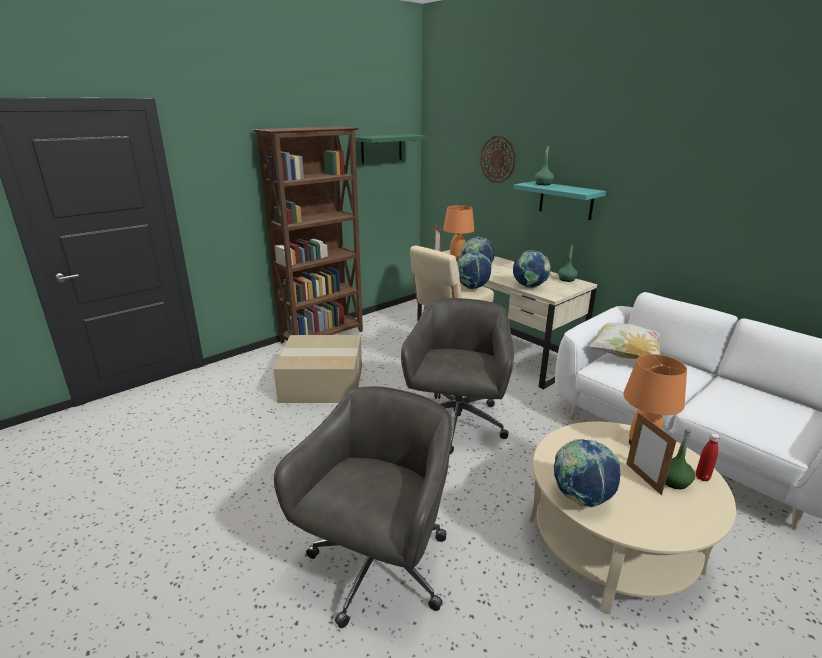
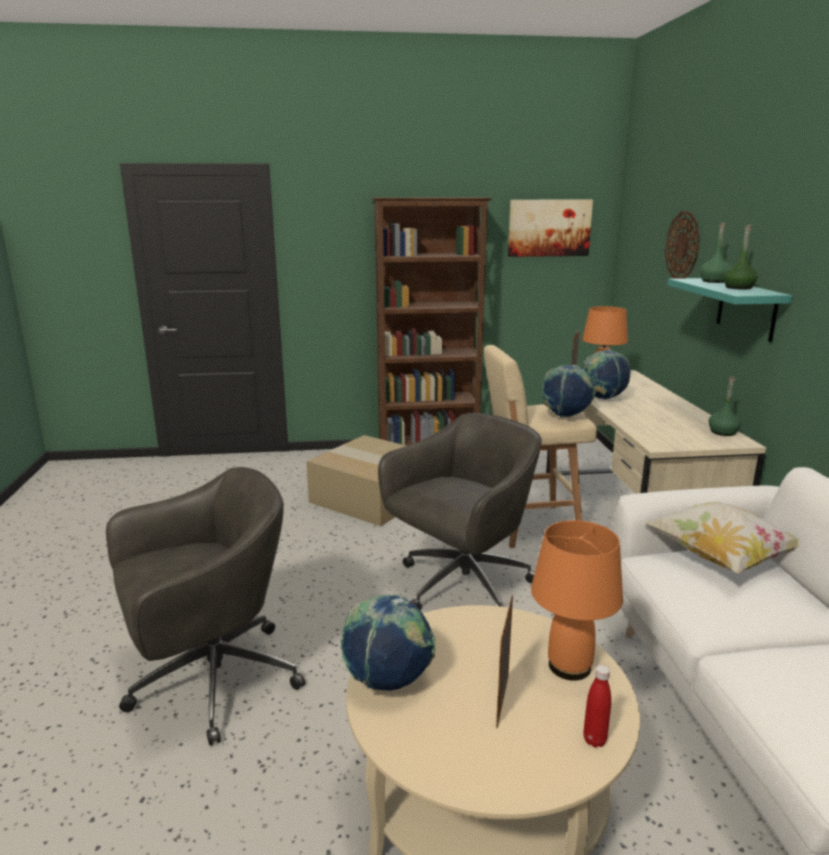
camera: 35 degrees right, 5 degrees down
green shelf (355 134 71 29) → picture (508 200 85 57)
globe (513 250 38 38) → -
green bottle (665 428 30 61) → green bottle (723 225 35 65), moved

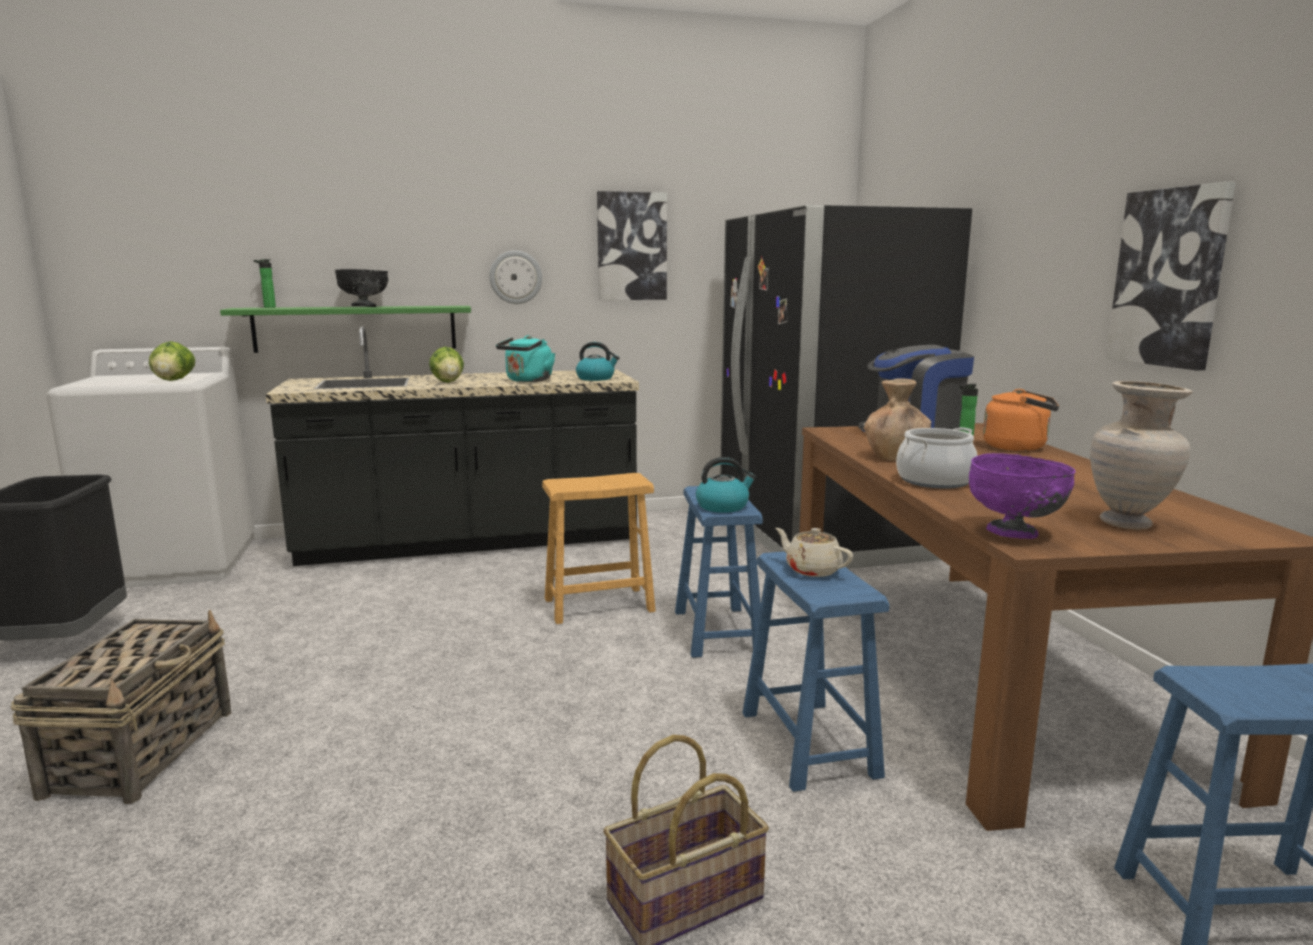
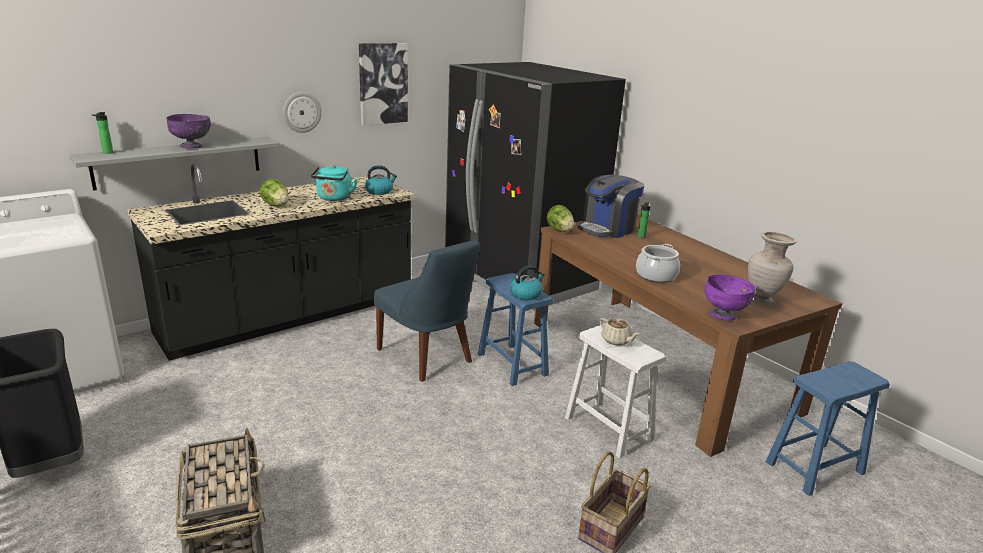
camera: 25 degrees left, 10 degrees up
lettuce (149 341 46 40) → lettuce (547 205 28 27), moved
green shelf (220 306 251 47) → grey shelf (69 137 211 54)
black bowl (335 269 53 38) → purple bowl (166 114 45 34)
brown stool (542 473 114 151) → blue chair (374 240 106 142)
blue stool (743 551 146 241) → white stool (565 323 102 135)
beige teapot (775 528 78 49) → beige teapot (599 318 41 28), 150 degrees counterclockwise
brown vase (864 378 67 82) → -
orange kettle (983 389 76 62) → -
picture (1106 182 130 188) → -

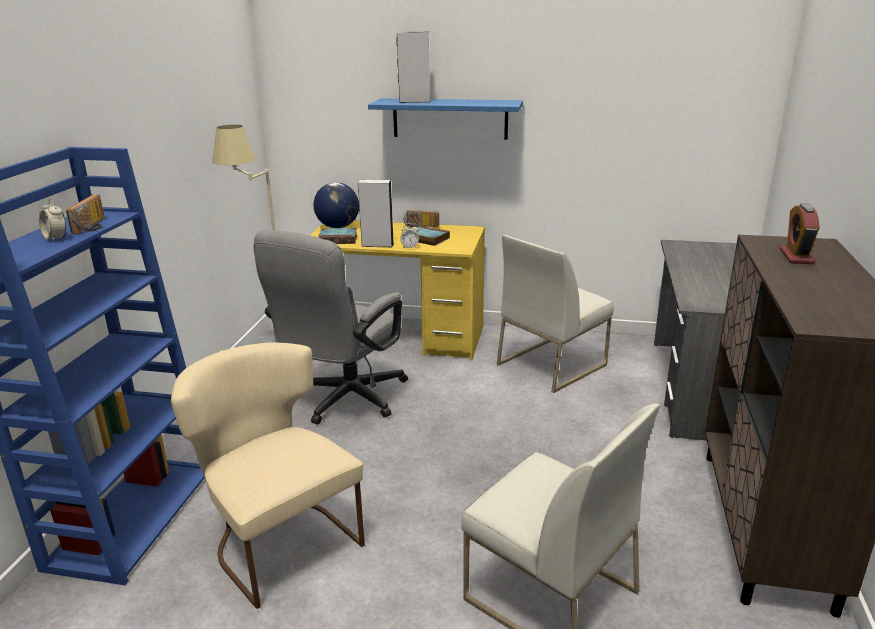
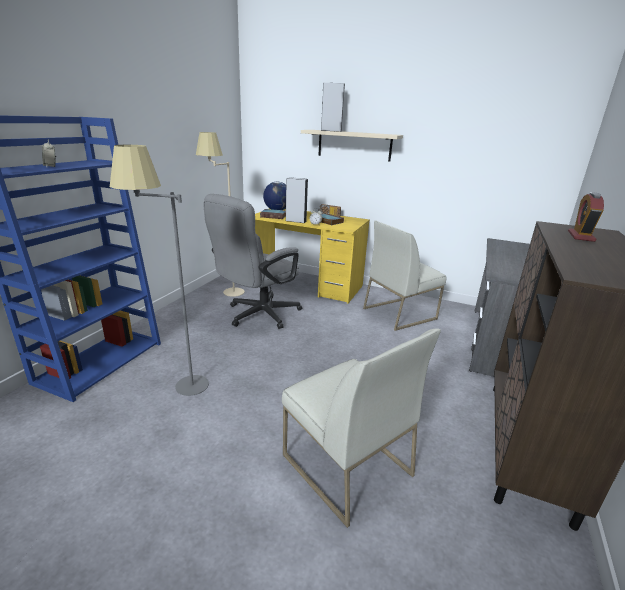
camera: 10 degrees right, 0 degrees up
radio (66 194 39 40) → -
beige chair (171 342 194 267) → grey floor lamp (110 145 99 251)
blue shelf (368 98 155 41) → beige shelf (301 130 102 32)

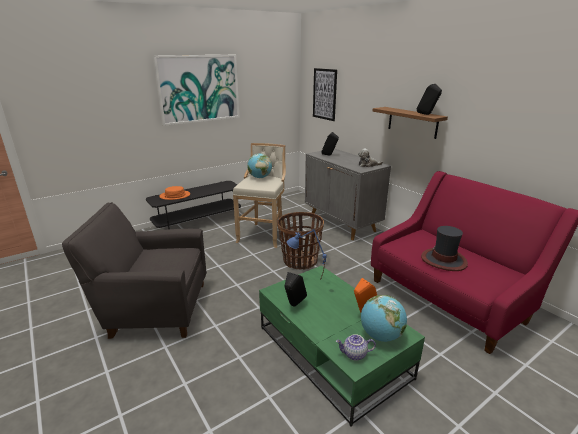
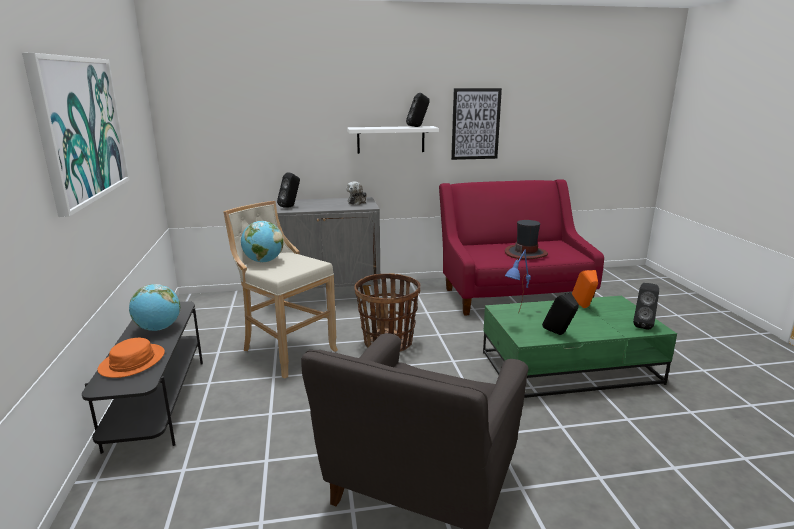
camera: 65 degrees left, 5 degrees down
picture (313 68 24 53) → picture (451 88 51 72), moved
teapot (336 334 40 27) → black speaker (633 283 26 47)
globe (361 295 46 47) → globe (129 284 51 47), moved
brown shelf (373 107 75 32) → white shelf (347 126 92 28)

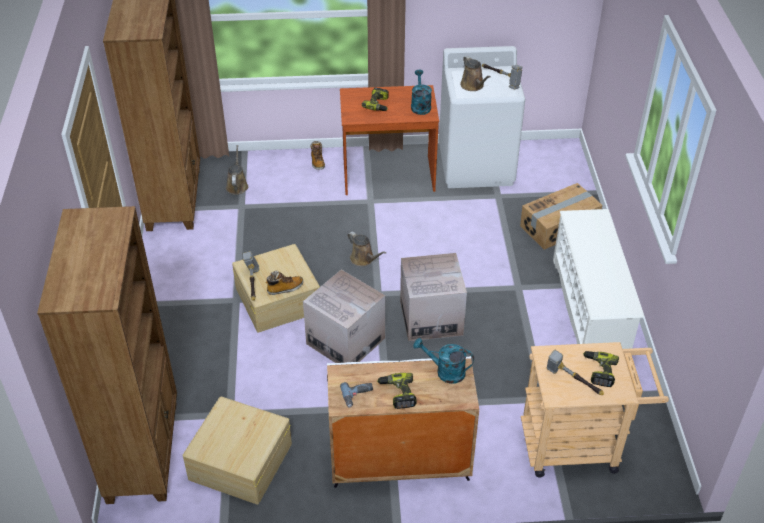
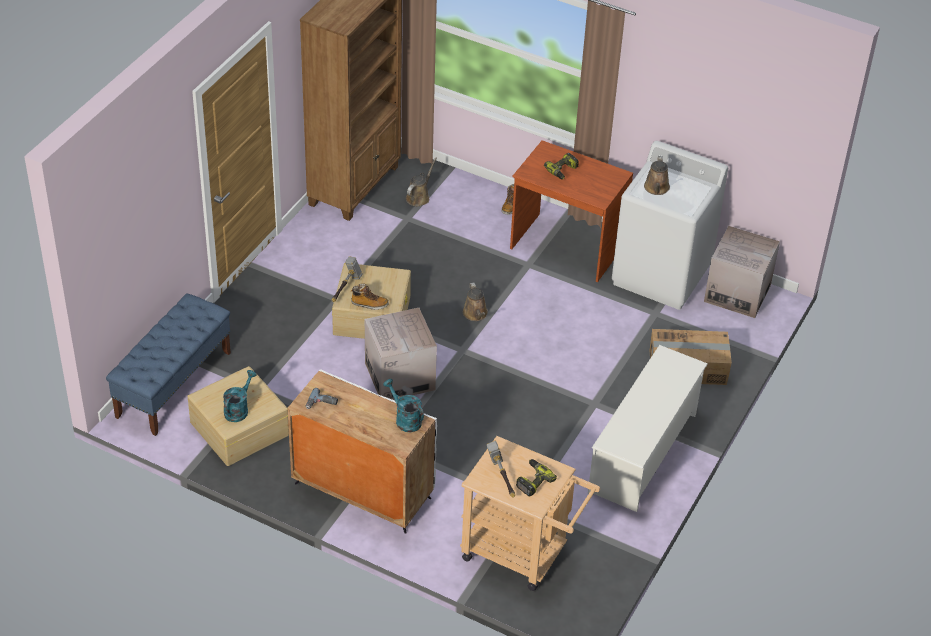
camera: 30 degrees right, 0 degrees up
brown bookcase (37 206 140 298) → blue bench (106 293 125 143)
power drill (377 373 40 36) → -
cardboard box (400 253 67 88) → cardboard box (704 226 76 92), moved
turquoise watering can (411 70 21 45) → turquoise watering can (223 370 34 52), moved
hammer (482 64 41 25) → -

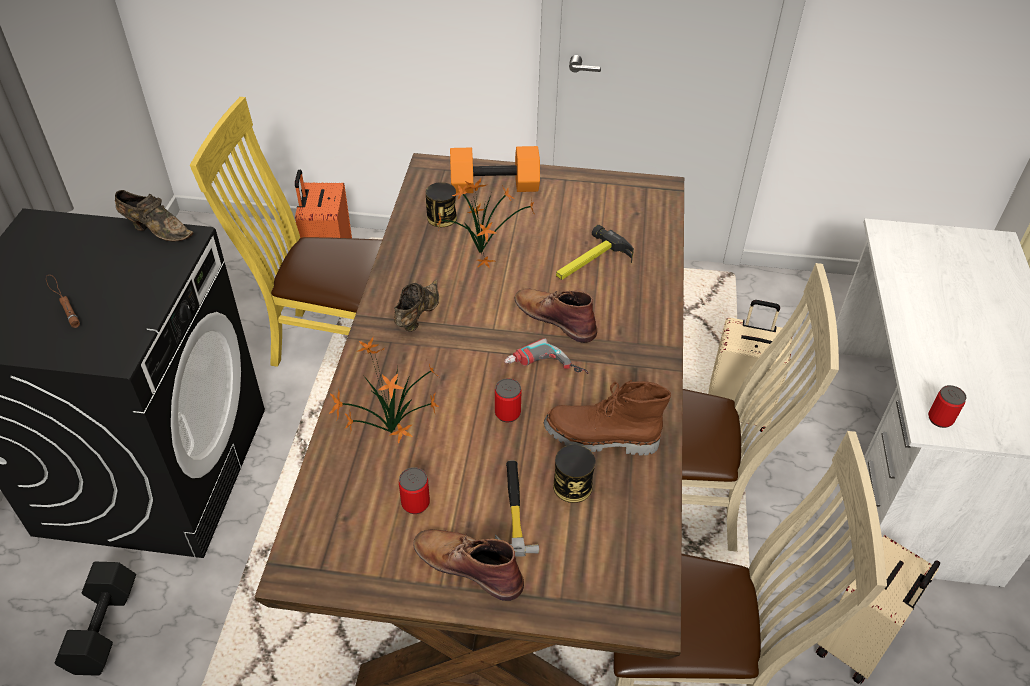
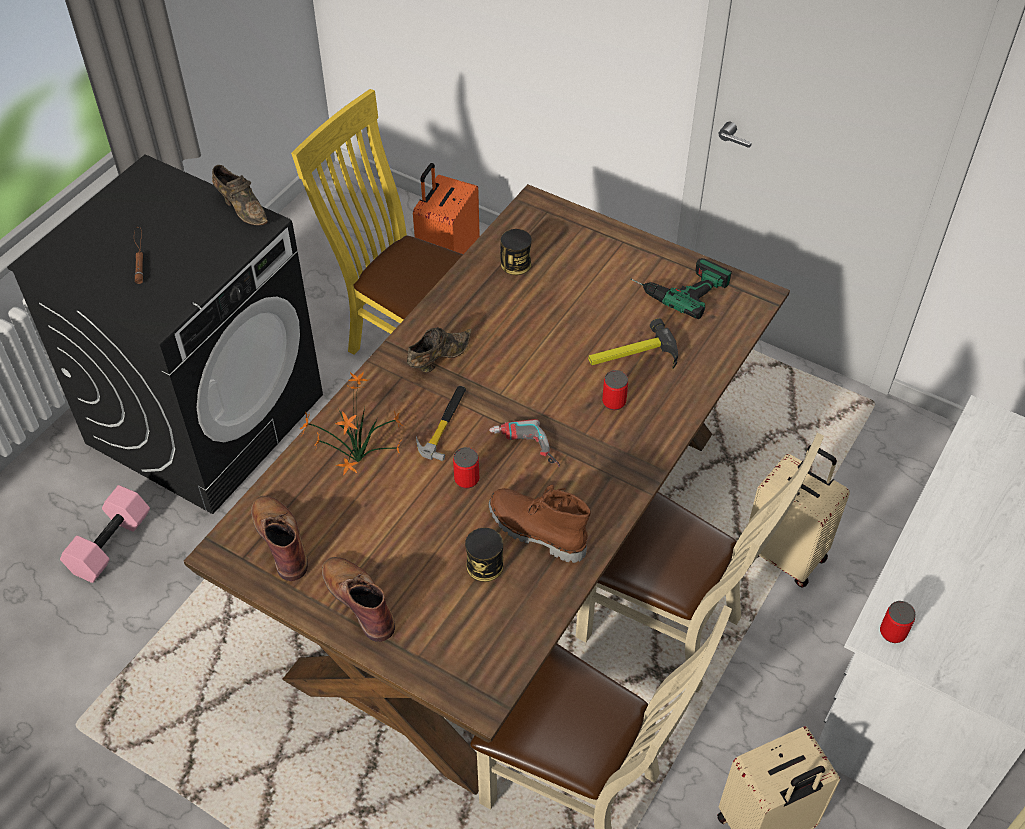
camera: 25 degrees right, 5 degrees up
black dumbbell (54 562 82 114) → pink dumbbell (60 485 90 98)
can (399 467 31 47) → can (602 370 26 40), moved
potted plant (437 178 97 91) → -
orange dumbbell (450 146 90 47) → -
hammer (495 460 44 97) → hammer (416 386 50 75), moved
brown boot (515 288 82 55) → brown boot (252 496 56 85), moved
- → power drill (631 258 101 61)

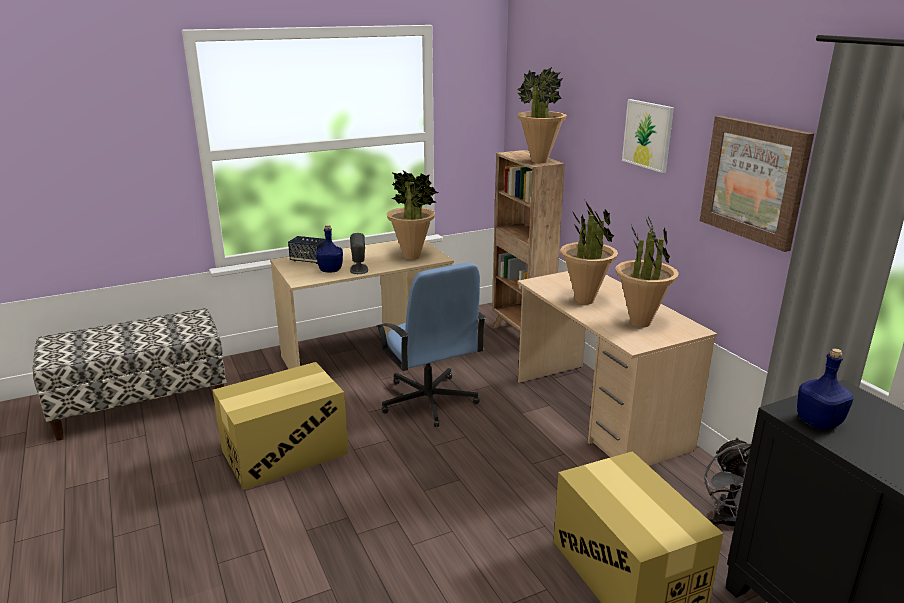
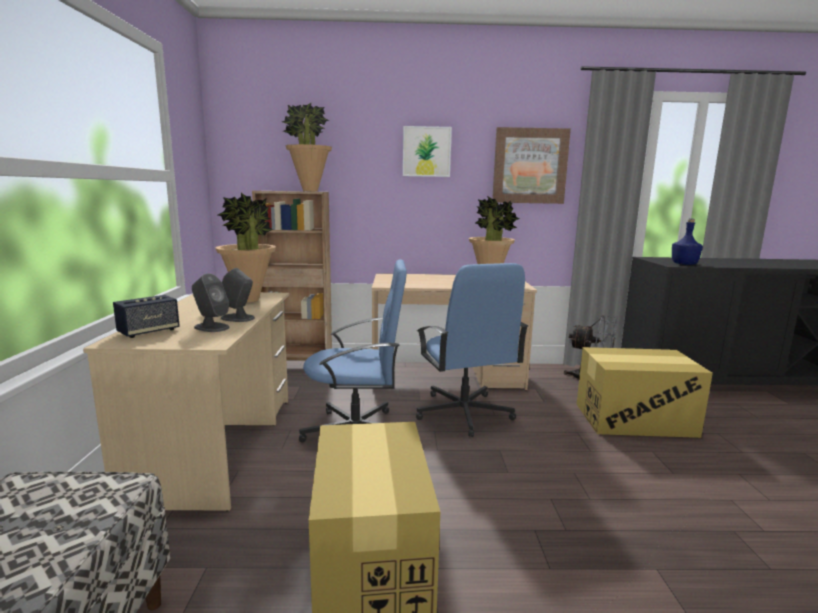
camera: 65 degrees left, 10 degrees down
blue bottle (316 225 27 47) → grey speaker (192 273 38 59)
potted plant (560 201 58 103) → -
- → blue office chair (416 263 112 174)

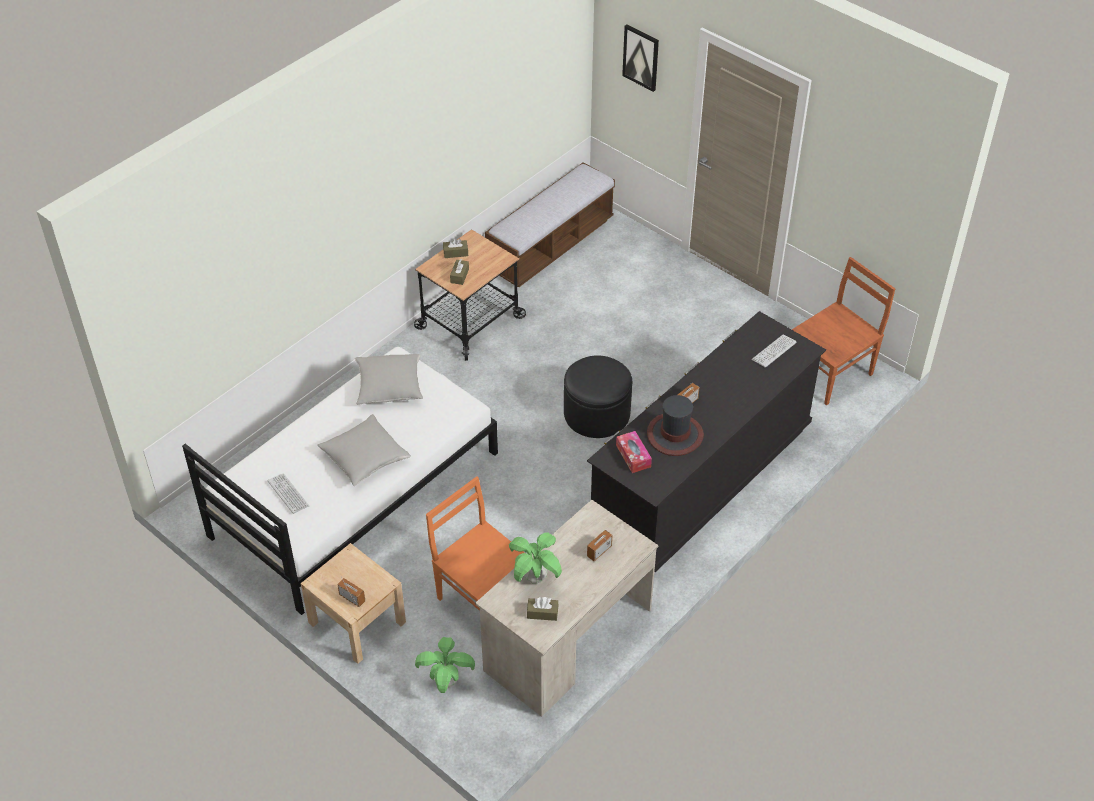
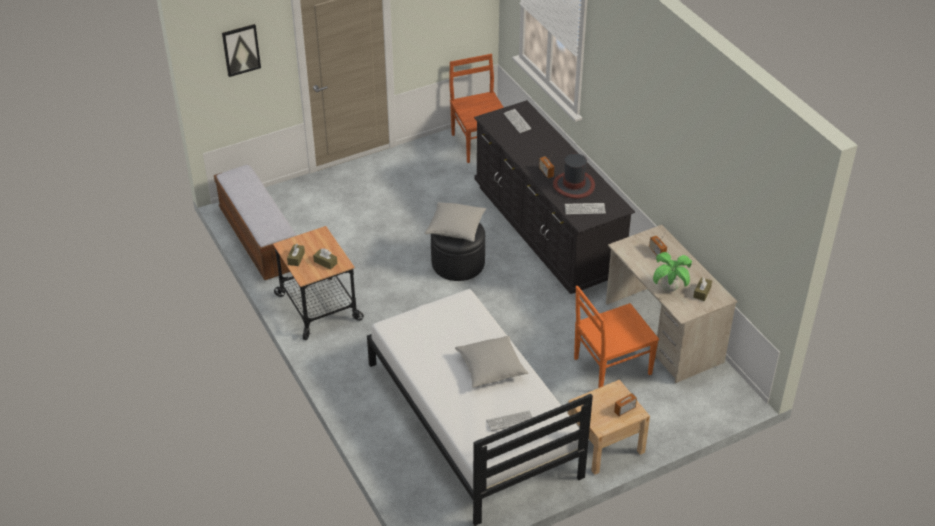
camera: 70 degrees left, 5 degrees down
grey pillow (355 354 68 51) → grey pillow (424 202 62 40), moved
potted plant (415 637 60 56) → -
tissue box (616 431 36 42) → keyboard (565 203 41 11)

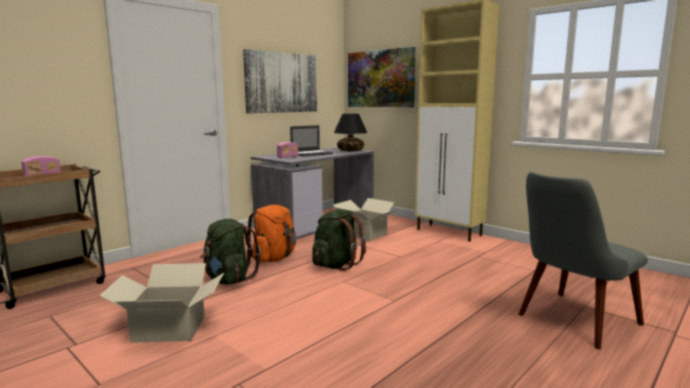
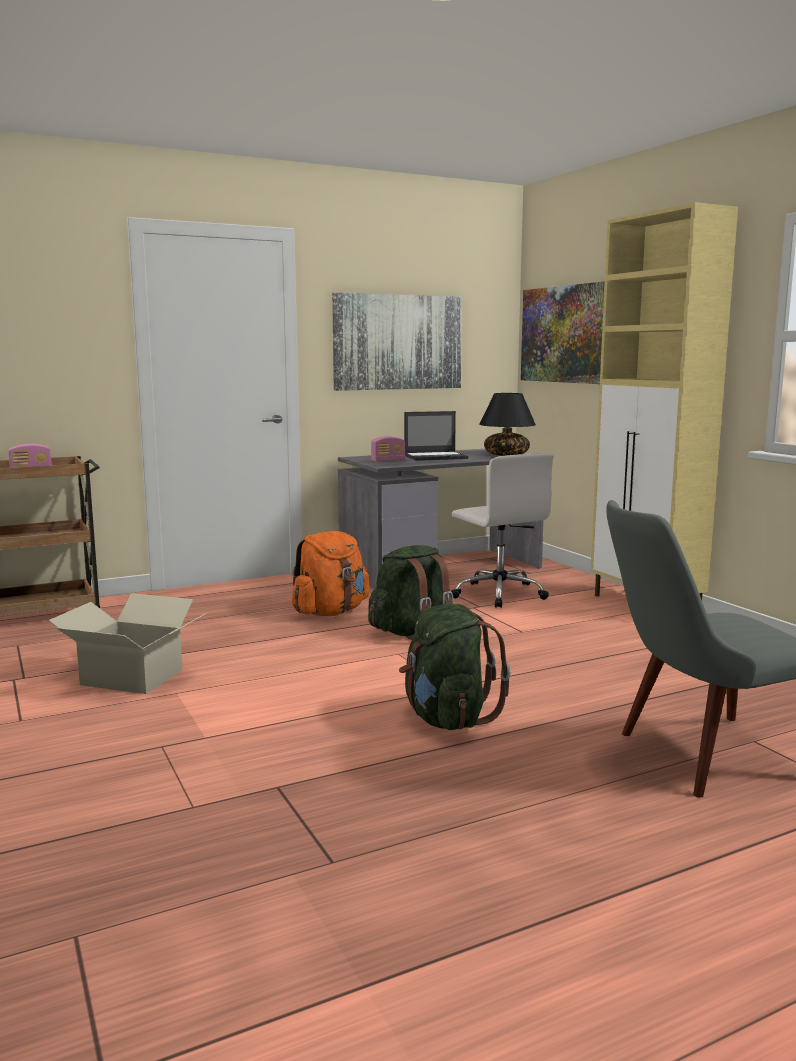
camera: 20 degrees right, 0 degrees up
green backpack (200 219 61 66) → green backpack (399 604 112 126), moved
cardboard box (333 198 65 43) → white office chair (451 453 102 155)

